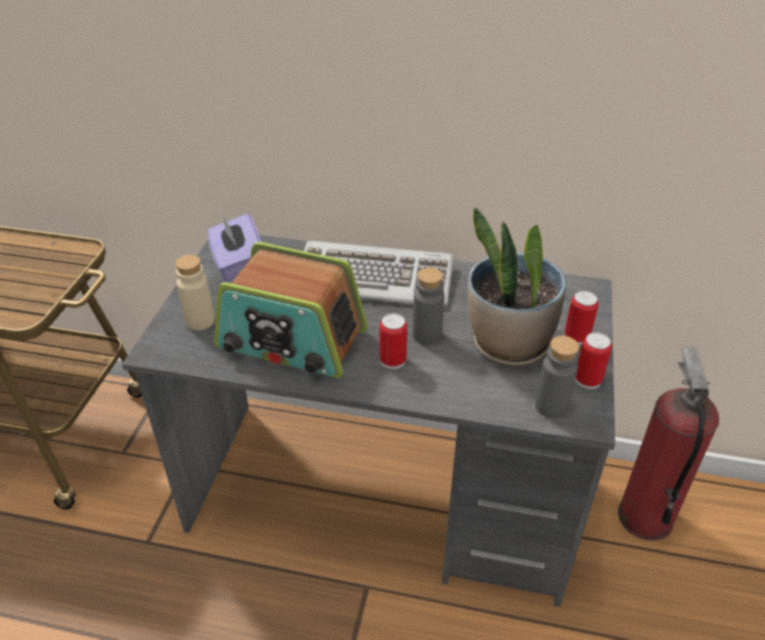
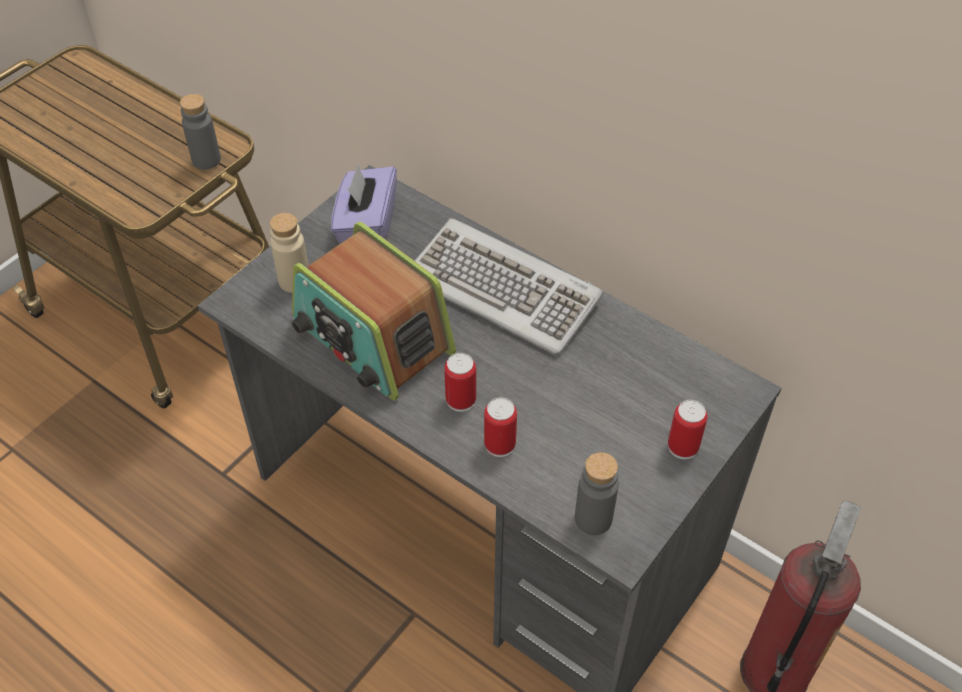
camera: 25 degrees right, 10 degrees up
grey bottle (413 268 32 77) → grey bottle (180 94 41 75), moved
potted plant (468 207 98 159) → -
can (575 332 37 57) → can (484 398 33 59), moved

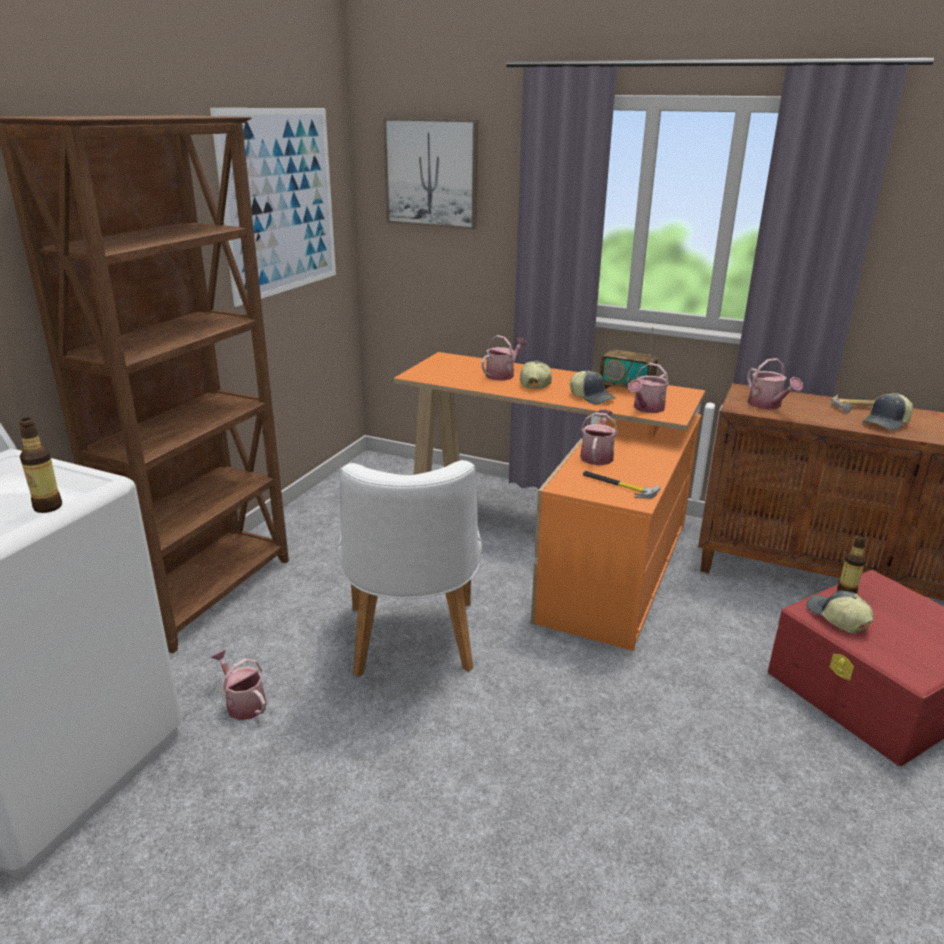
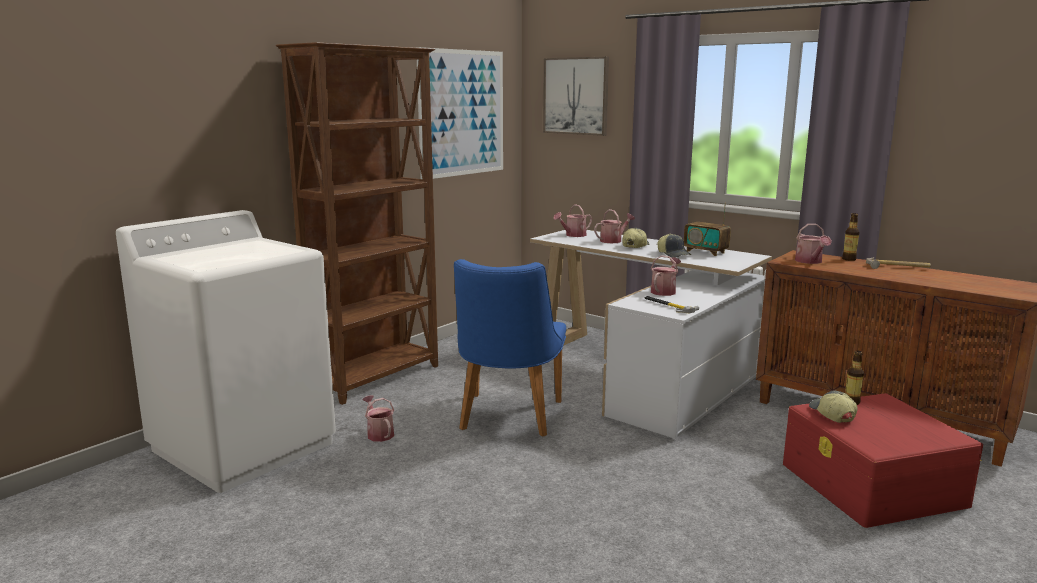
camera: 15 degrees right, 10 degrees down
bottle (19 418 43 95) → bottle (842 213 17 48), moved
white chair (338 460 144 217) → blue chair (454 259 112 178)
orange desk (394 352 311 299) → white desk (530 230 242 209)
watering can (628 363 41 50) → watering can (553 204 39 33), moved
cap (862 393 51 37) → -

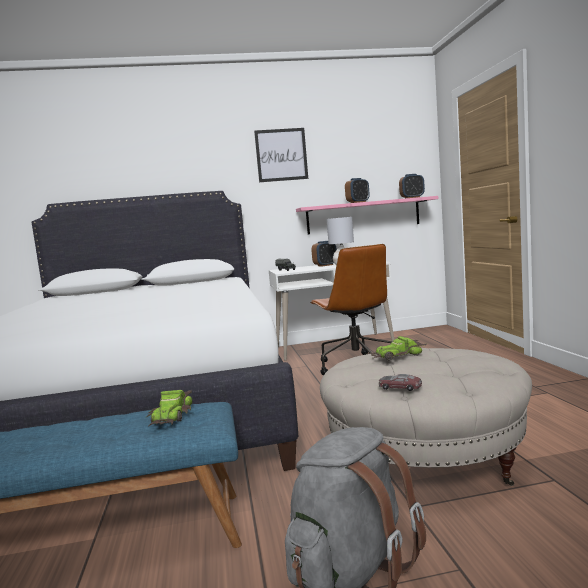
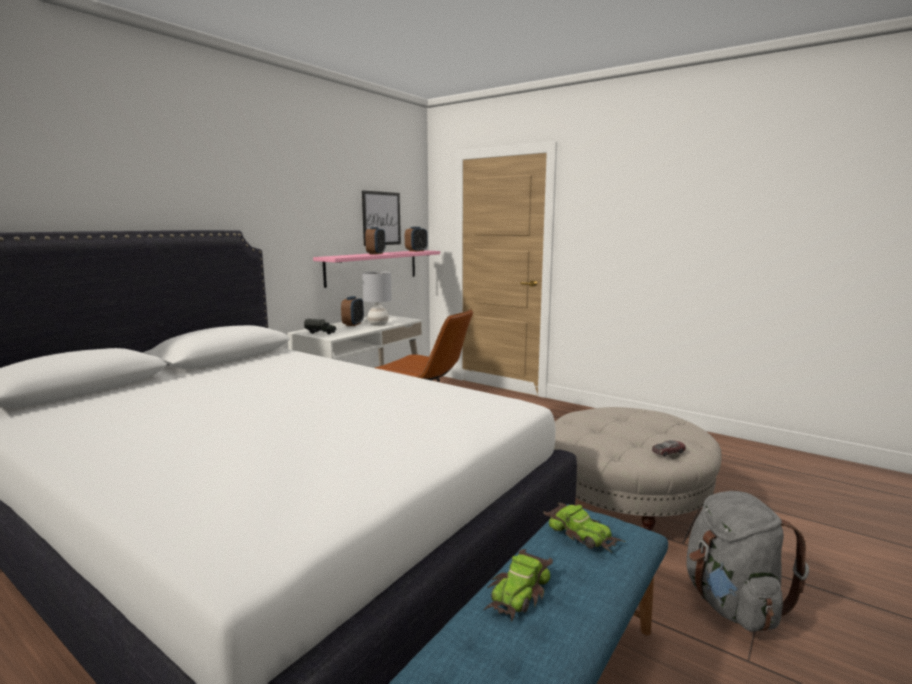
camera: 45 degrees left, 5 degrees up
picture (254 128 54 54) → picture (362 190 39 56), moved
toy car (367 336 60 24) → toy car (483 549 70 73), moved

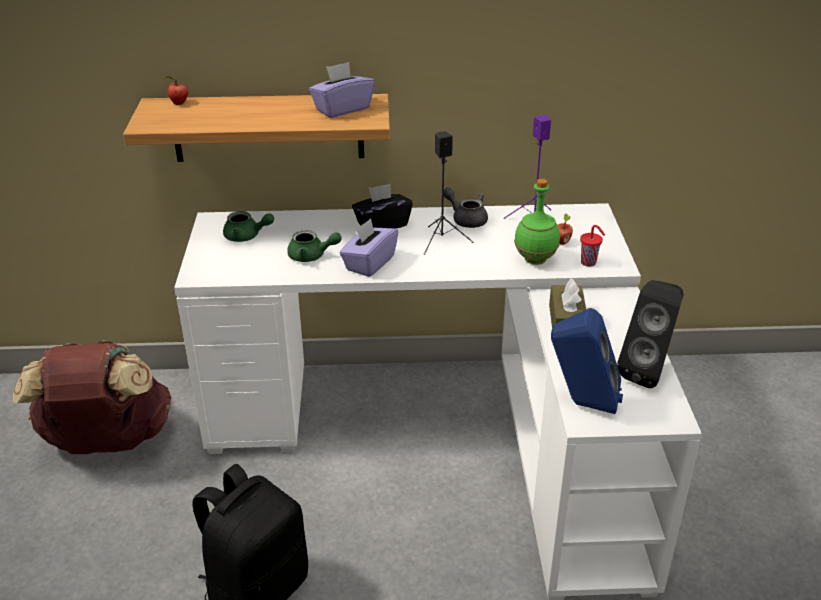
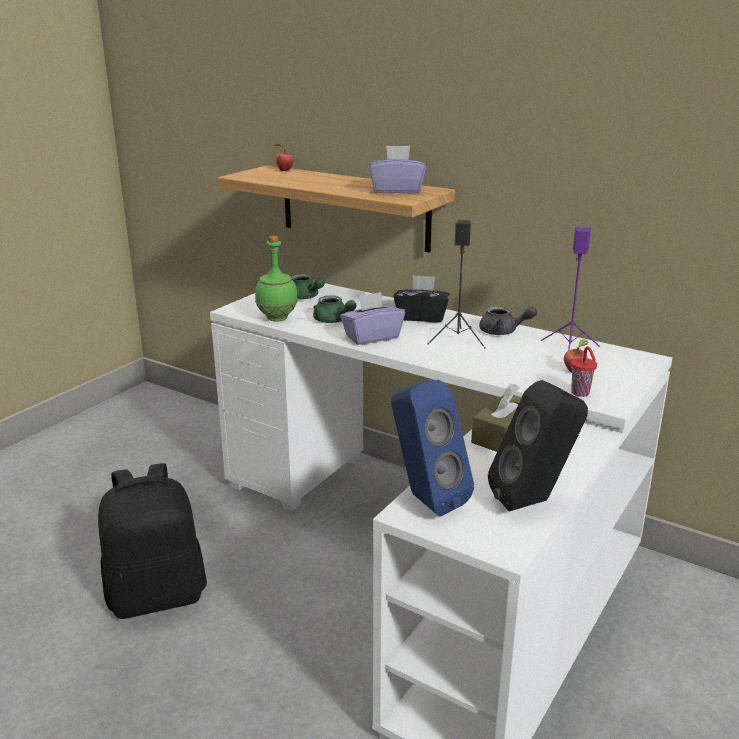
camera: 35 degrees right, 10 degrees down
brown backpack (13 340 158 114) → -
grey teapot (444 187 44 41) → grey teapot (479 306 58 29), 120 degrees clockwise
green bottle (514 179 46 86) → green bottle (255 236 43 86), moved

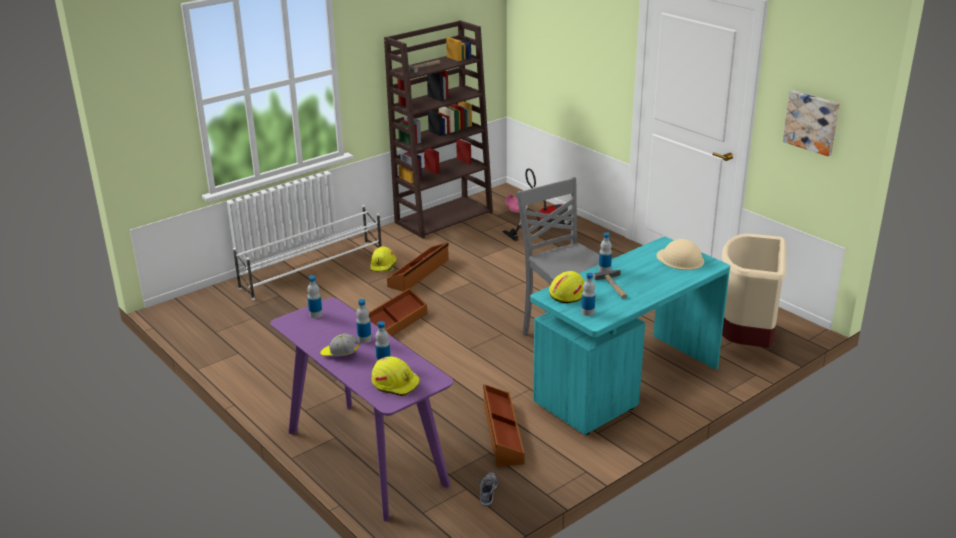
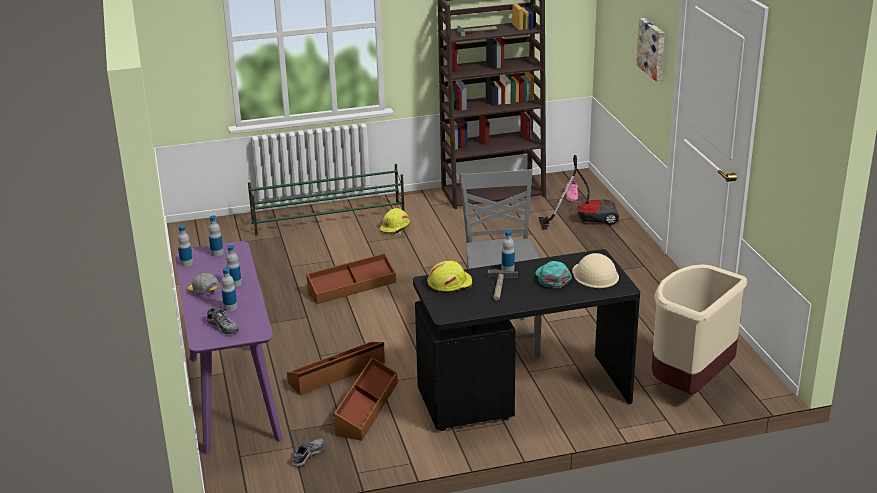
camera: 25 degrees right, 0 degrees up
white shoe rack (233 205 149 95) → green shoe rack (248 164 156 72)
yellow hard hat (372 356 48 40) → shoe (207 306 32 28)
brown storage box (387 242 62 50) → brown storage box (287 342 98 53), moved
turquoise desk (530 237 200 198) → black desk (413 249 227 182)
bottle (581 273 14 43) → bottle (178 225 15 42), moved
picture (783 91 57 65) → picture (636 18 28 63), moved
- → turquoise cap (536 261 36 27)

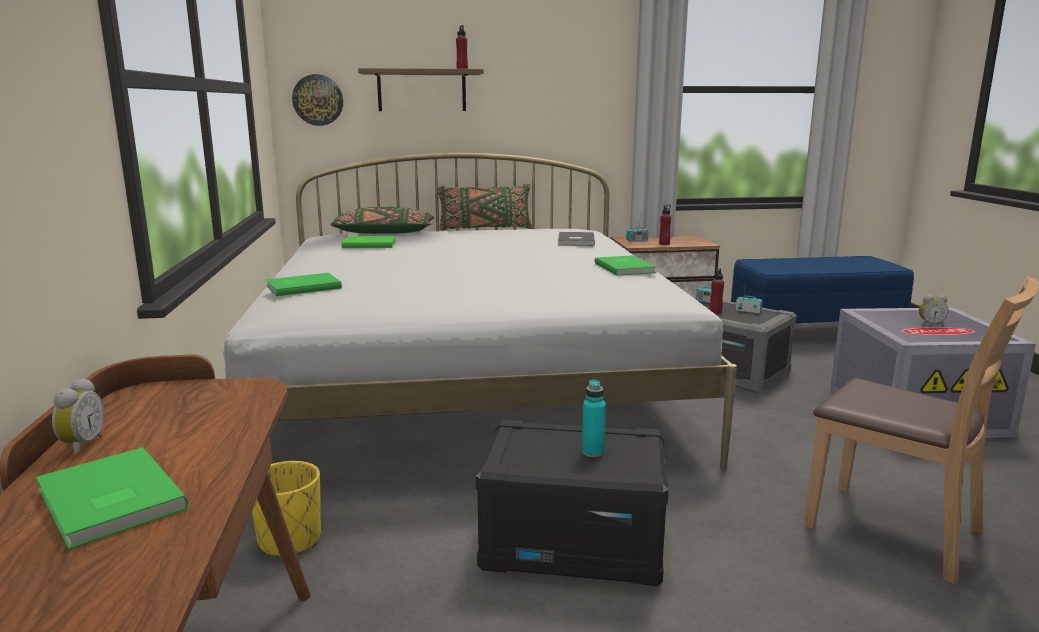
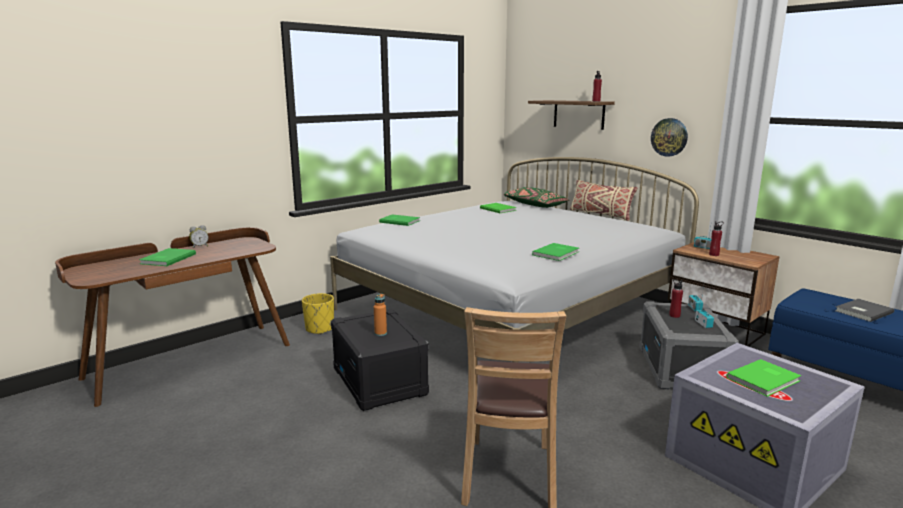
camera: 55 degrees right, 0 degrees up
wall clock (292 74 51 52) → wall clock (651 118 37 39), moved
green pillow (436 184 97 47) → beige pillow (570 180 68 41)
grey book (558 232 37 14) → grey book (835 299 59 23), moved
turquoise bottle (582 380 24 77) → orange bottle (374 294 13 42)
alarm clock (919 295 29 31) → green book (726 359 75 38)

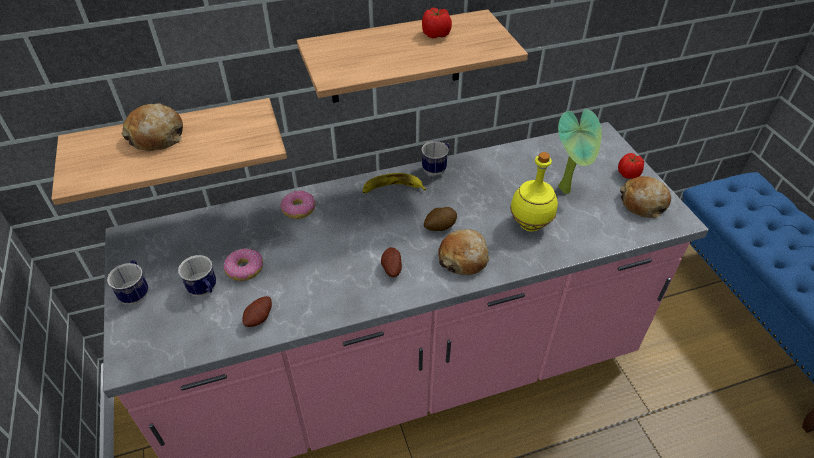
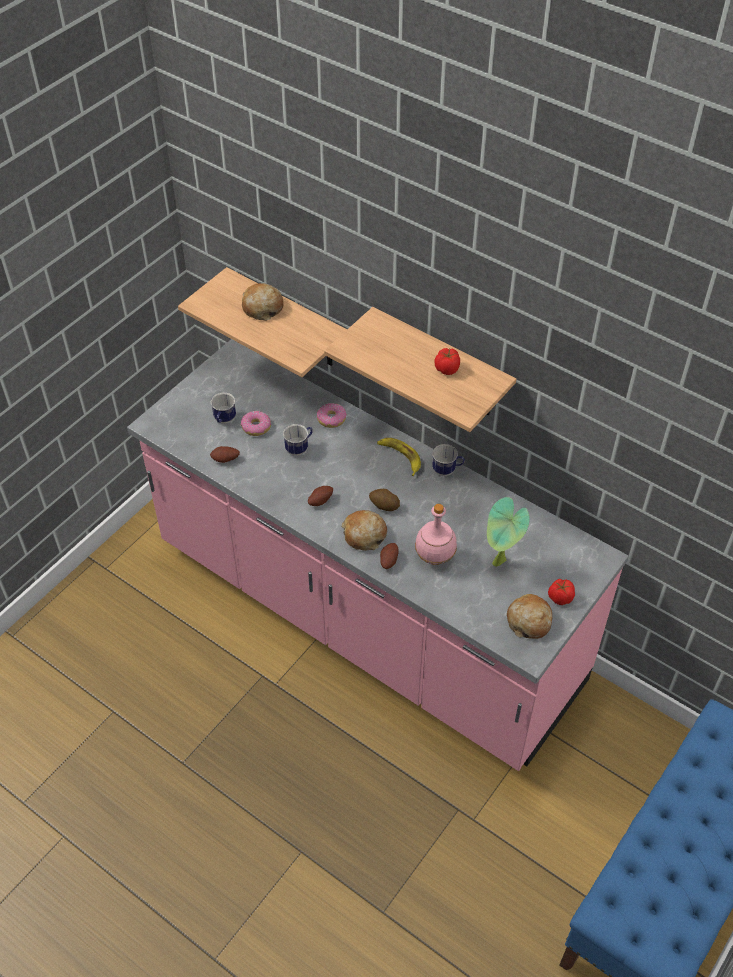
camera: 55 degrees right, 5 degrees up
mug (107 260 42 45) → mug (283 424 30 32), moved
yellow bottle (510 152 48 80) → pink bottle (415 504 42 61)
- → potato (380 543 19 26)

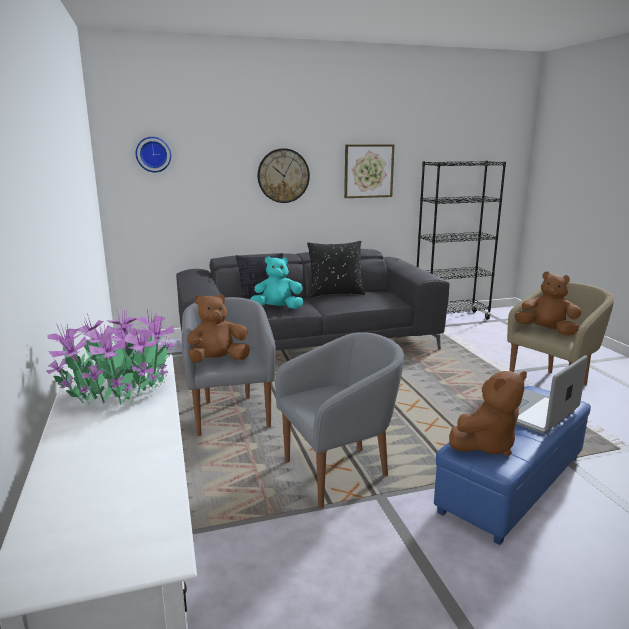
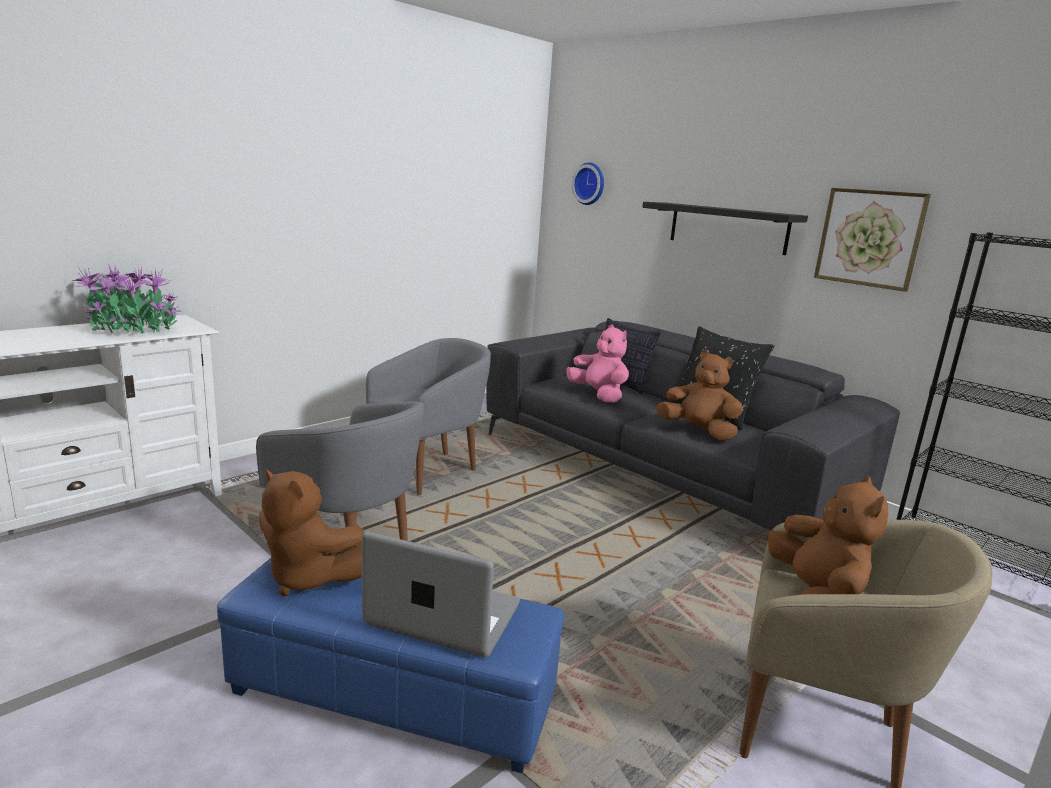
camera: 60 degrees right, 0 degrees up
brown plush toy (187 294 63 69) → brown plush toy (656 350 87 90), moved
turquoise plush toy (250 256 53 53) → pink plush toy (566 325 63 78)
wall clock (257 148 53 55) → black shelf (642 202 166 53)

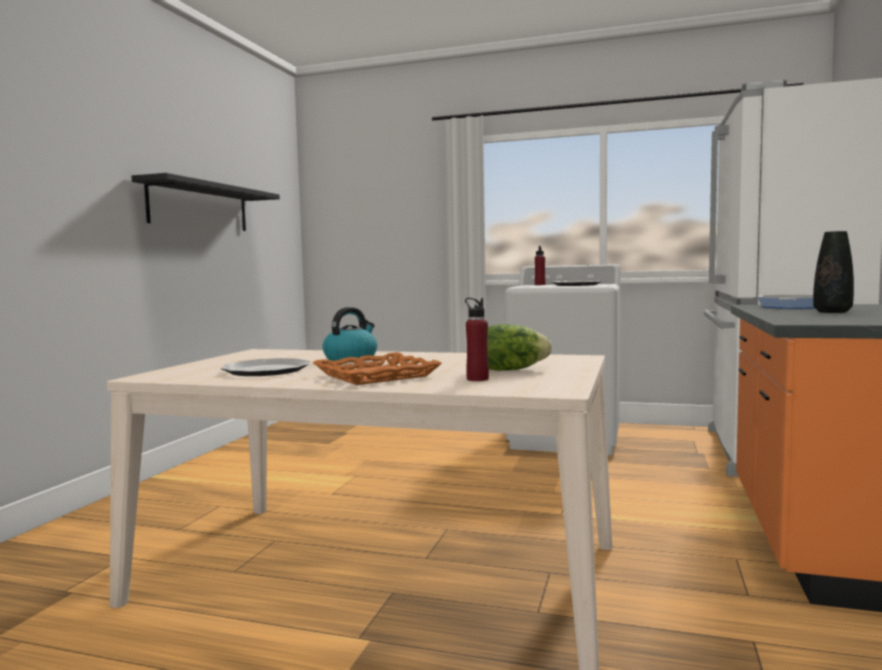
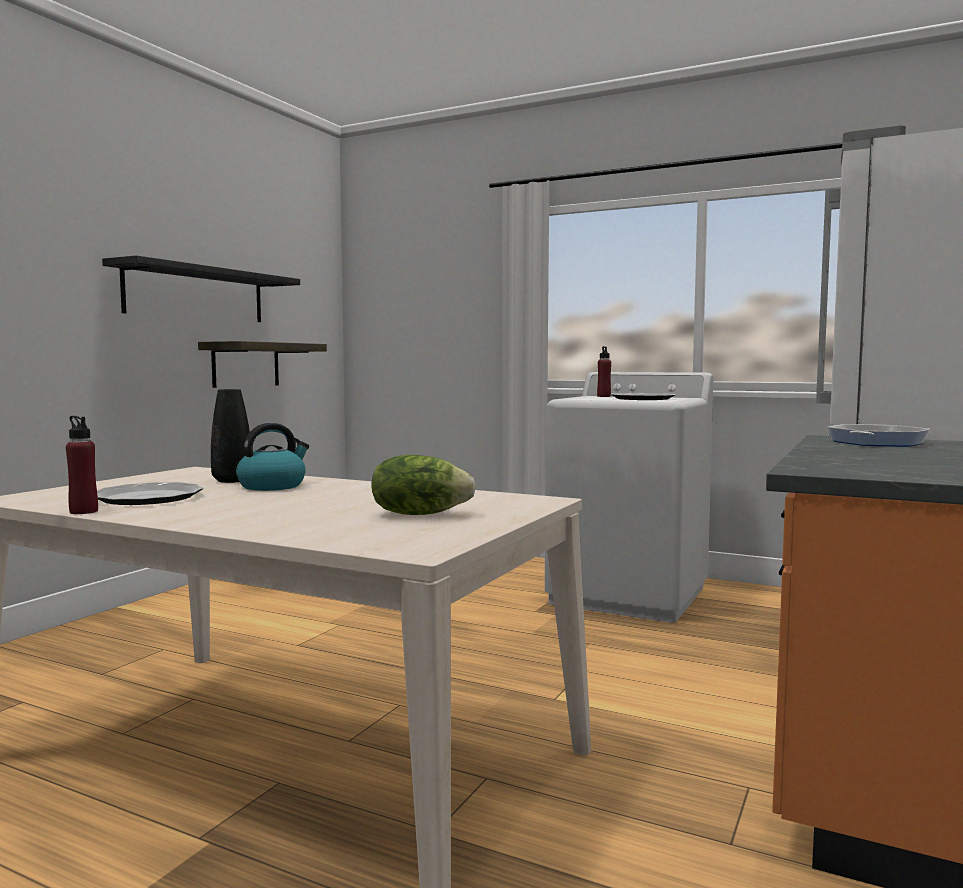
camera: 10 degrees right, 0 degrees up
orange tray (313 352 129 33) → -
red bottle (465 298 24 83) → red bottle (66 416 32 98), moved
black vase (813 231 41 82) → black vase (211 389 39 94), moved
- → shelf (198 341 129 47)

